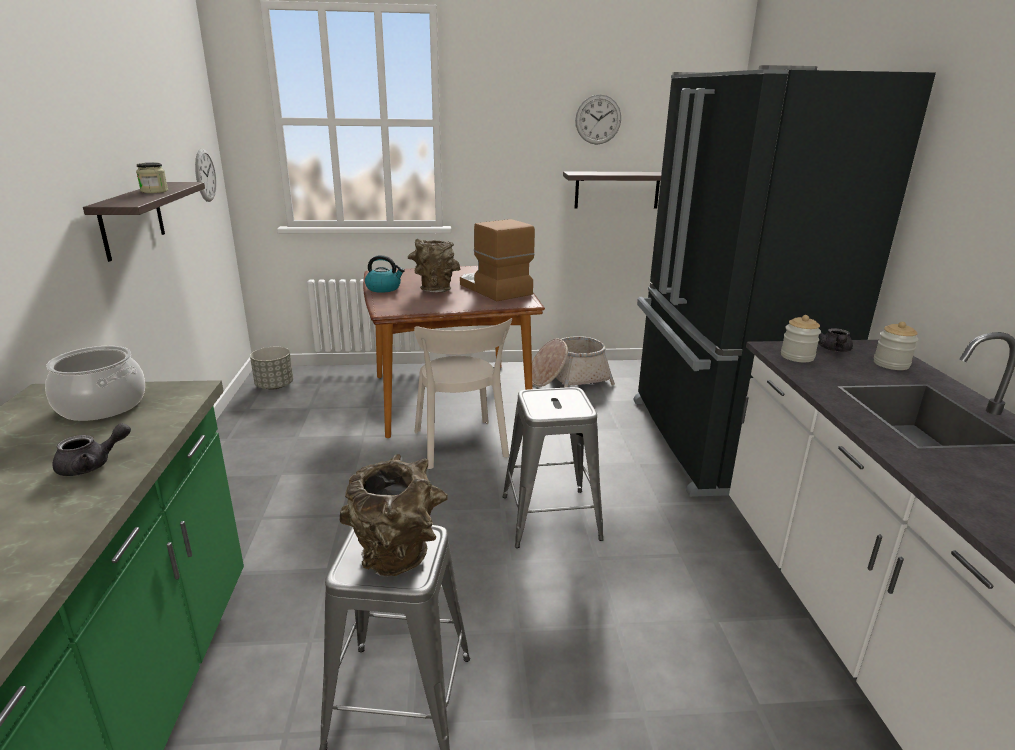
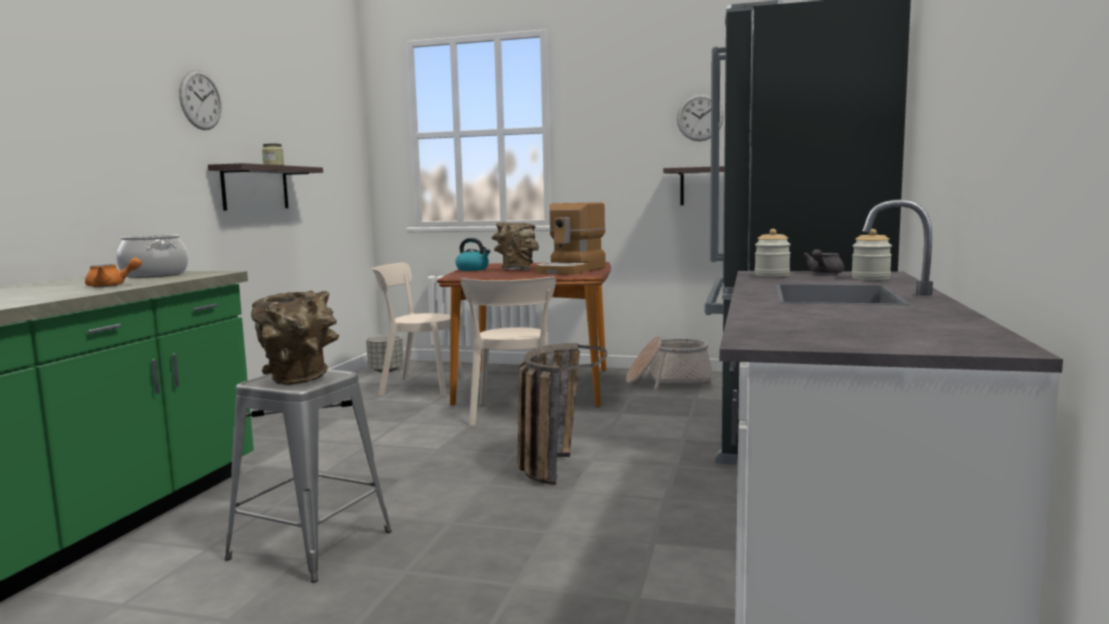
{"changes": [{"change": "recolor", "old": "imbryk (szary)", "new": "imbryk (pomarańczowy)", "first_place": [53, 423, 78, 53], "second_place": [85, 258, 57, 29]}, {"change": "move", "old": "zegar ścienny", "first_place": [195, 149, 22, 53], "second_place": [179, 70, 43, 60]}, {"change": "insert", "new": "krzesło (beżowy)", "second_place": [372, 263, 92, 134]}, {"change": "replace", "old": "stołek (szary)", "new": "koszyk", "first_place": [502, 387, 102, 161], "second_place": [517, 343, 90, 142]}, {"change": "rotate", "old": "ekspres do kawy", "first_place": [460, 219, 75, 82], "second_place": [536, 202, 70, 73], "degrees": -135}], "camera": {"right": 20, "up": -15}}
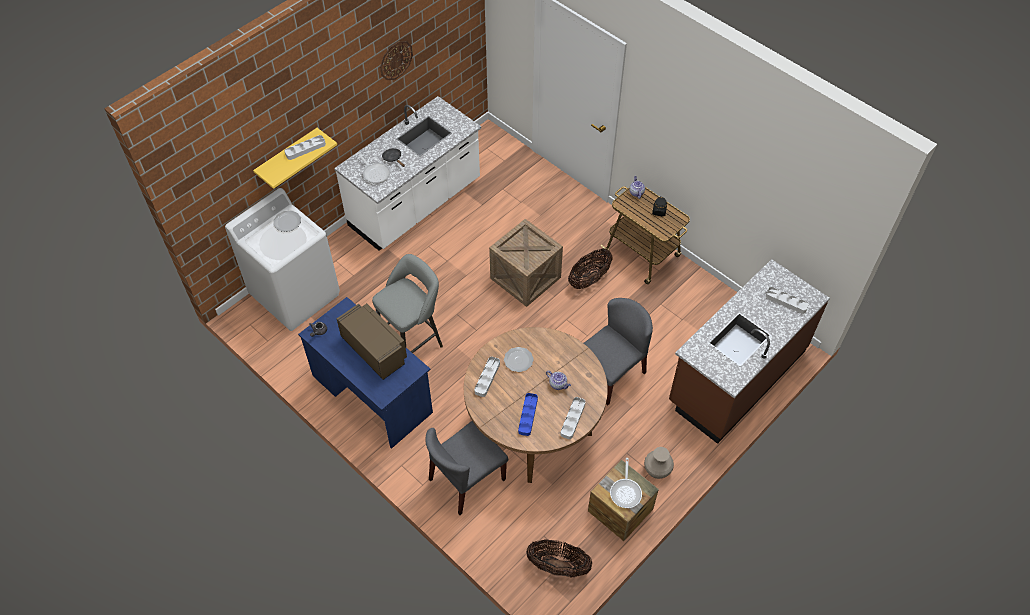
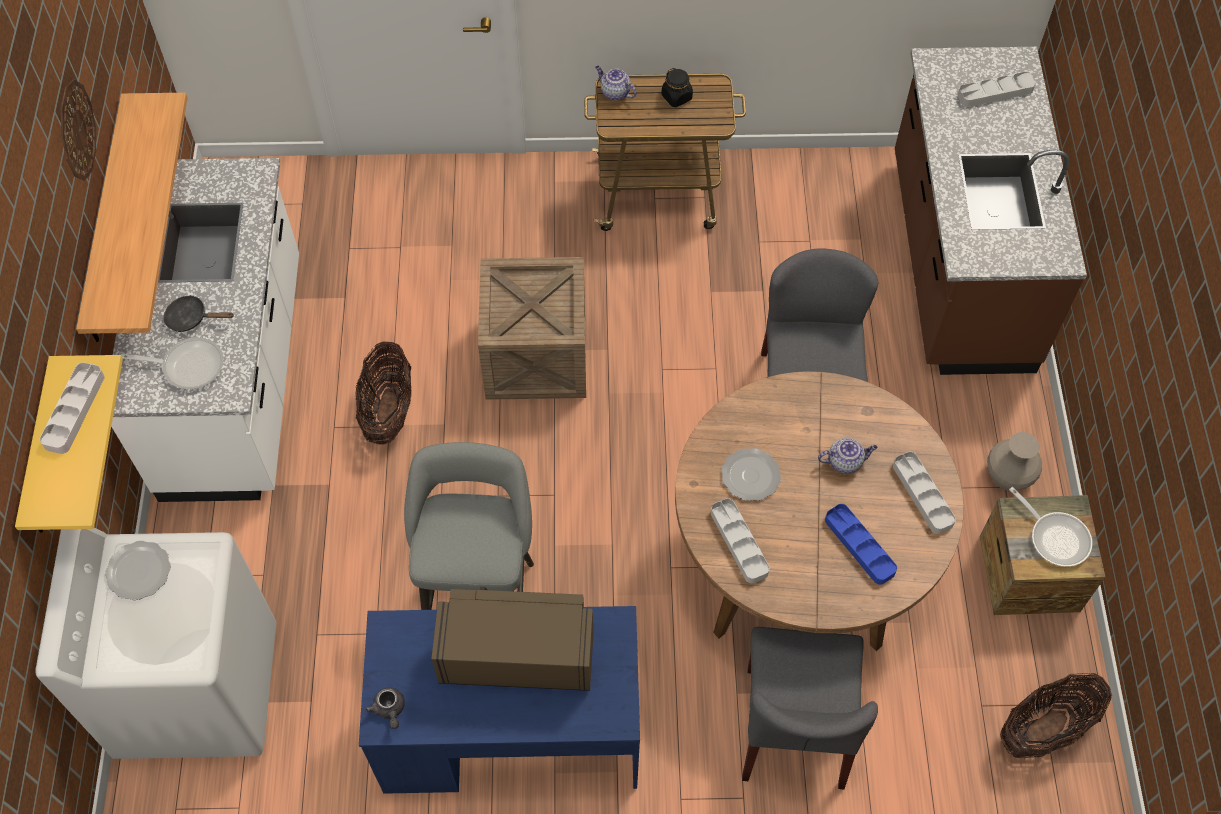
{"changes": [{"change": "insert", "new": "półka", "second_place": [76, 93, 112, 249]}, {"change": "move", "old": "koszyk", "first_place": [568, 249, 45, 40], "second_place": [355, 341, 56, 104]}], "camera": {"right": -45, "up": 5}}
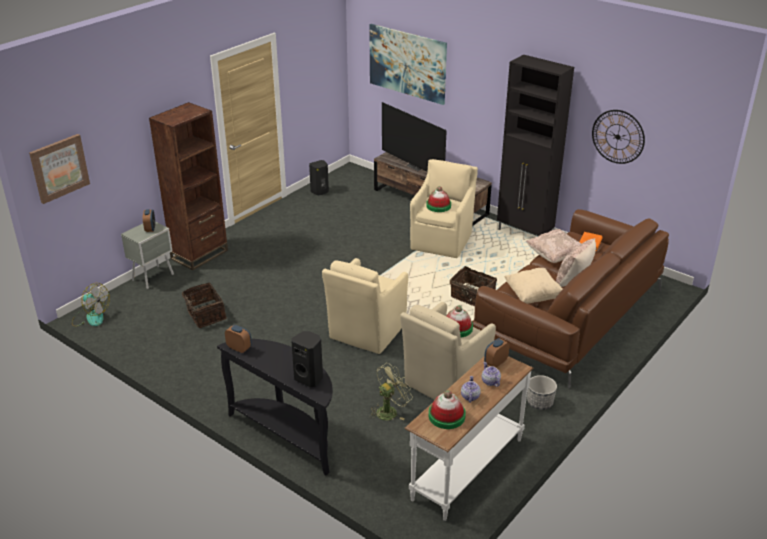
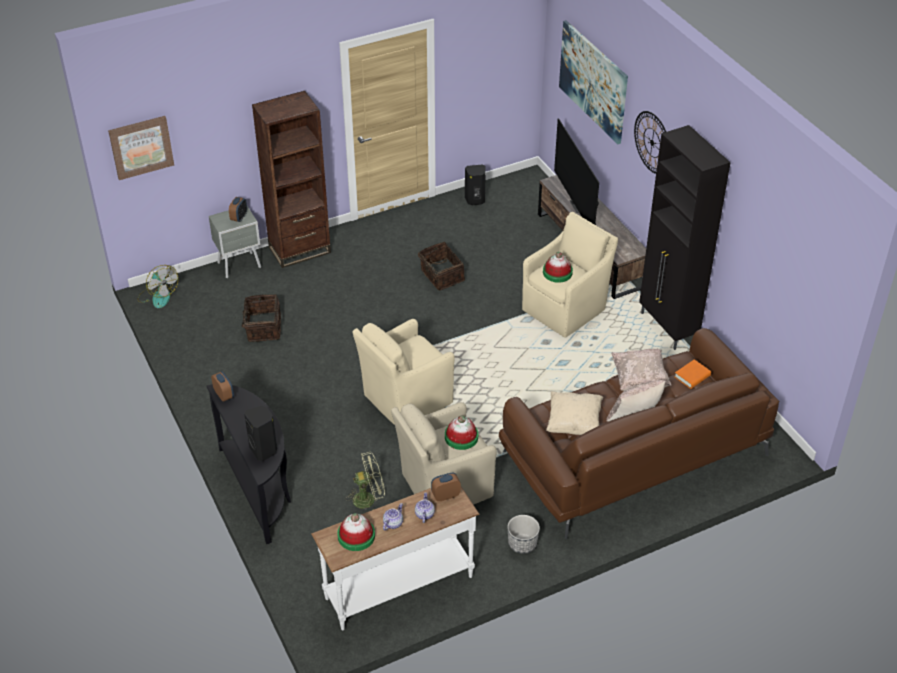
{"changes": [{"change": "move", "old": "koszyk", "first_place": [450, 266, 47, 41], "second_place": [418, 242, 47, 48]}, {"change": "move", "old": "zegar ścienny", "first_place": [592, 110, 53, 54], "second_place": [634, 111, 32, 63]}], "camera": {"right": 25, "up": 10}}
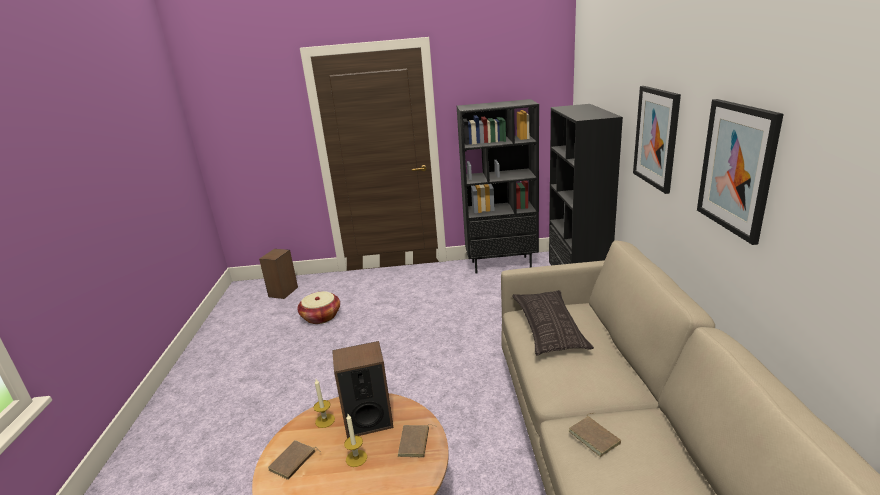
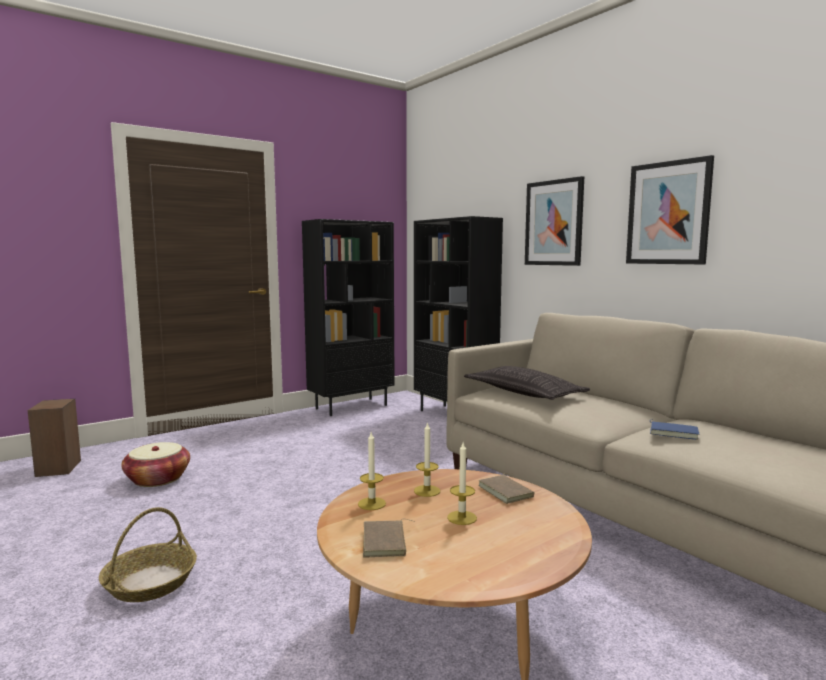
{"changes": [{"change": "insert", "new": "koszyk", "second_place": [99, 507, 98, 95]}, {"change": "replace", "old": "głośnik", "new": "świeca", "first_place": [332, 341, 62, 97], "second_place": [414, 422, 26, 75]}, {"change": "recolor", "old": "książka (brązowy)", "new": "książka (niebieski)", "first_place": [569, 413, 52, 44], "second_place": [650, 420, 49, 20]}], "camera": {"right": -35, "up": -15}}
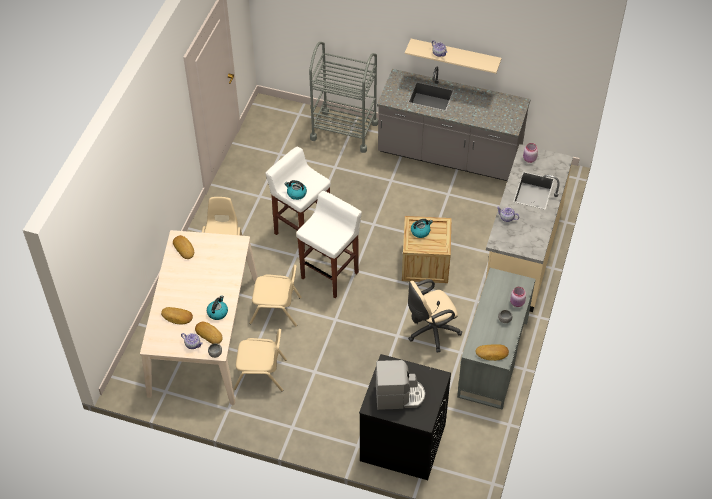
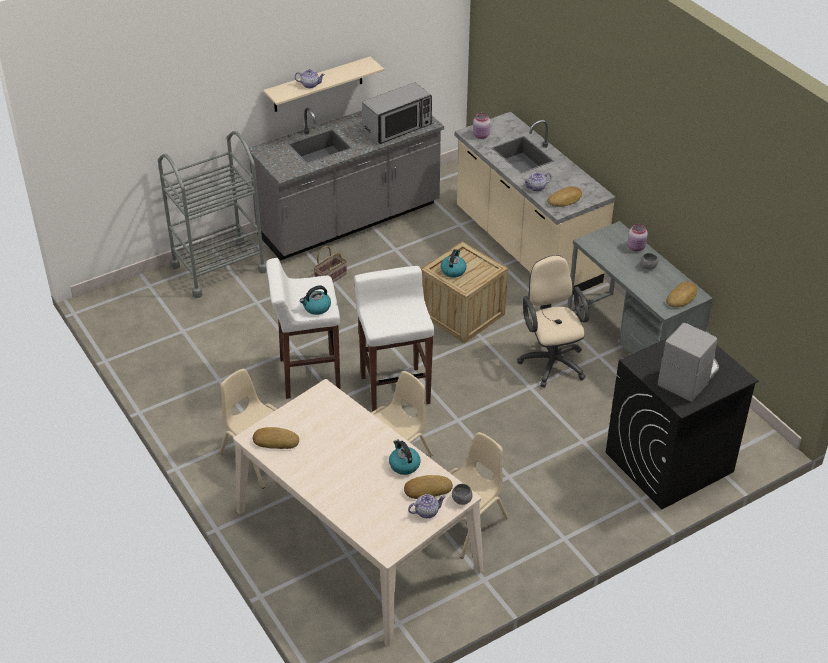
{"changes": [{"change": "insert", "new": "koszyk", "second_place": [313, 246, 34, 37]}, {"change": "insert", "new": "mikrofalówka", "second_place": [362, 82, 70, 62]}, {"change": "rotate", "old": "krzesło biurowe (beżowy)", "first_place": [408, 279, 54, 74], "second_place": [517, 255, 72, 133], "degrees": 150}, {"change": "move", "old": "chleb", "first_place": [161, 307, 32, 18], "second_place": [547, 186, 35, 21]}], "camera": {"right": -50, "up": -10}}
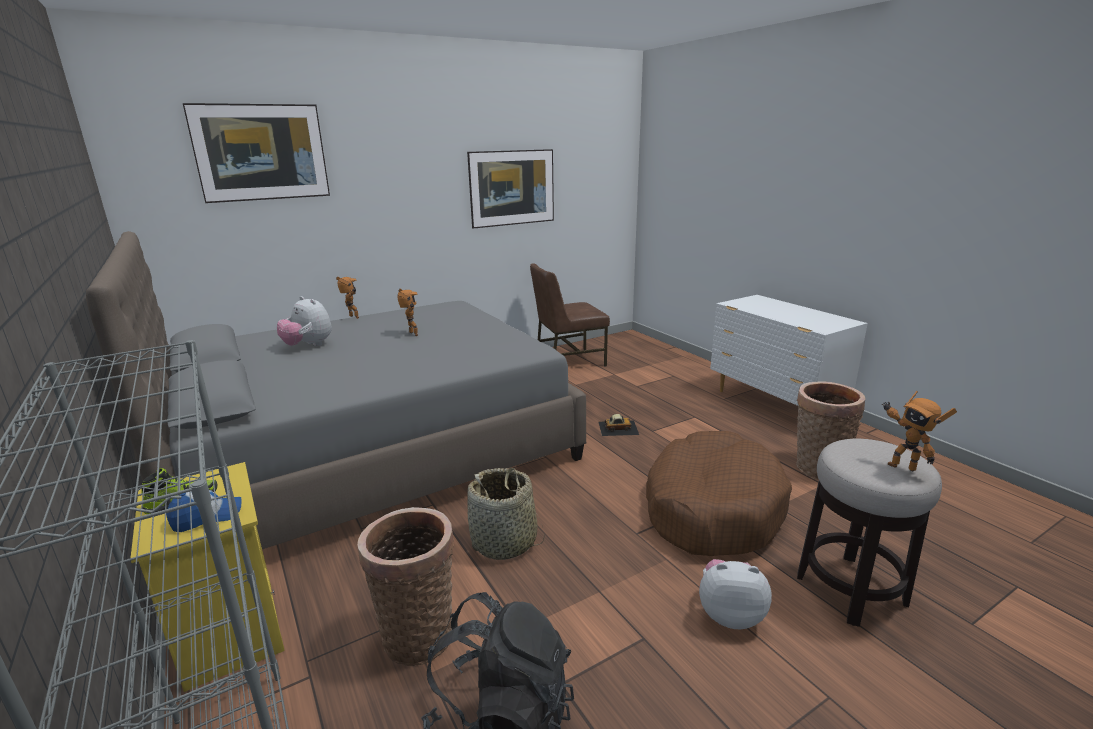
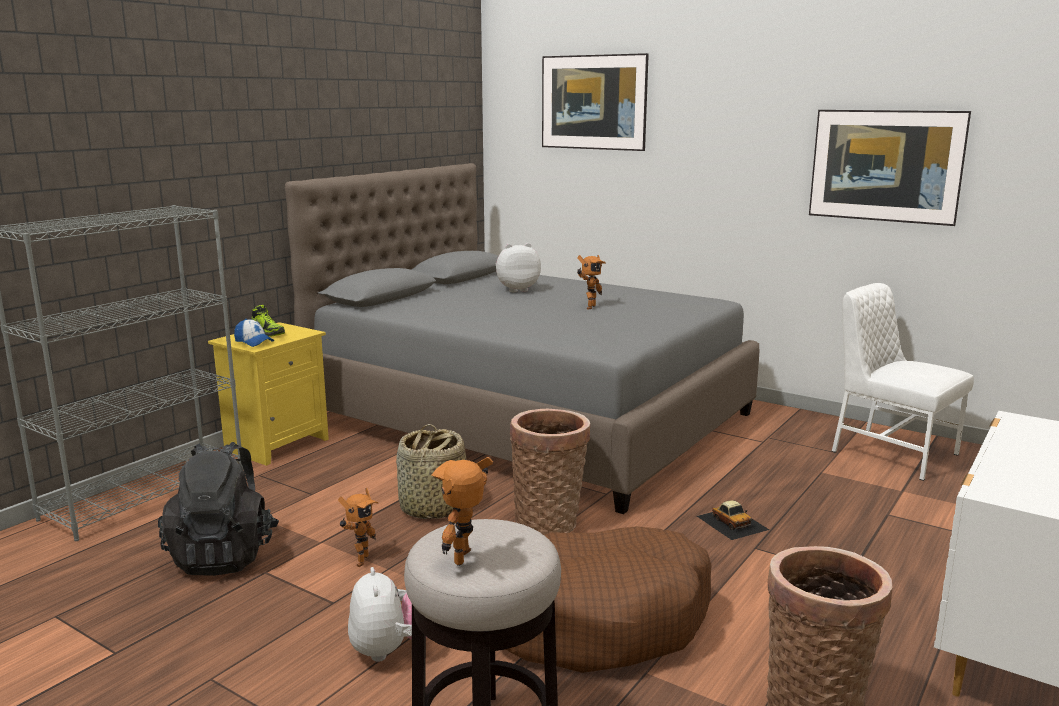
{"changes": [{"change": "move", "old": "robot zabawkowy", "first_place": [336, 277, 23, 42], "second_place": [338, 488, 40, 79]}, {"change": "rotate", "old": "pluszak", "first_place": [277, 296, 55, 50], "second_place": [496, 243, 45, 49], "degrees": 60}, {"change": "move", "old": "koszyk", "first_place": [357, 507, 97, 159], "second_place": [510, 409, 80, 126]}, {"change": "recolor", "old": "krzesło (brązowy)", "new": "krzesło (biały)", "first_place": [530, 263, 80, 103], "second_place": [832, 283, 142, 198]}], "camera": {"right": 65, "up": -5}}
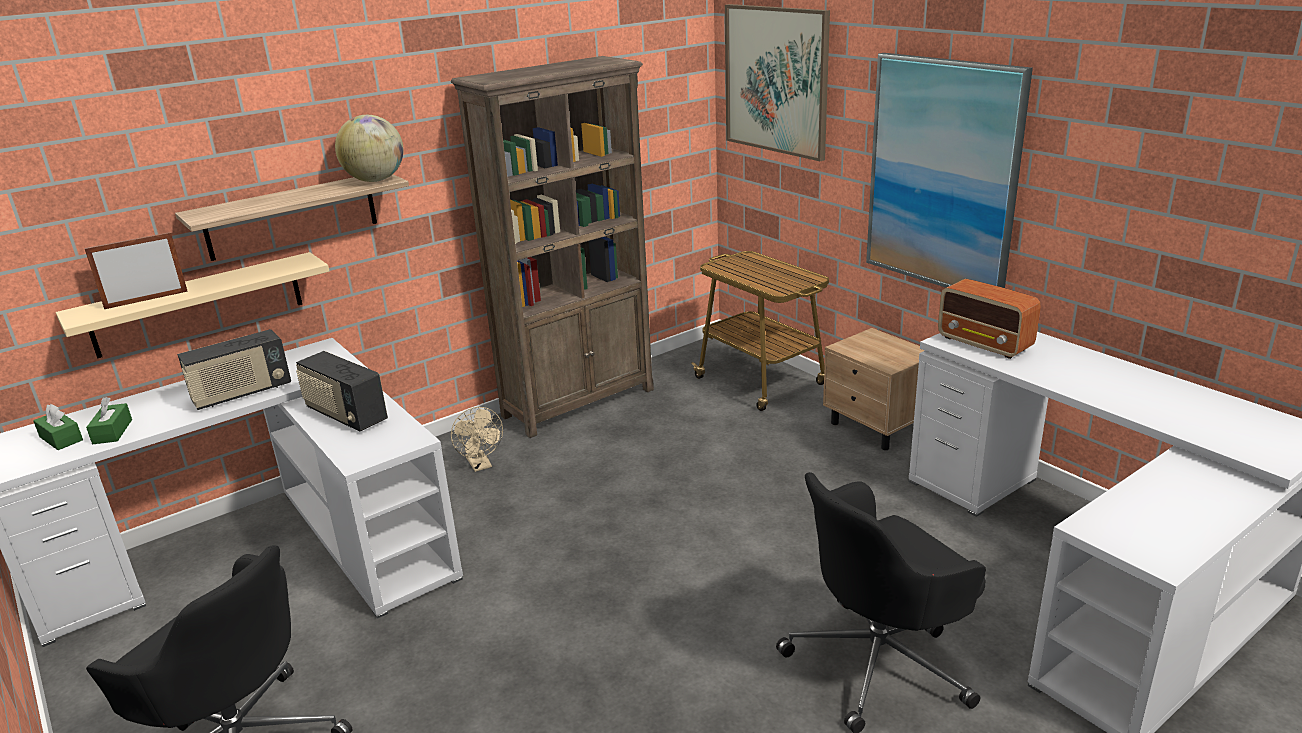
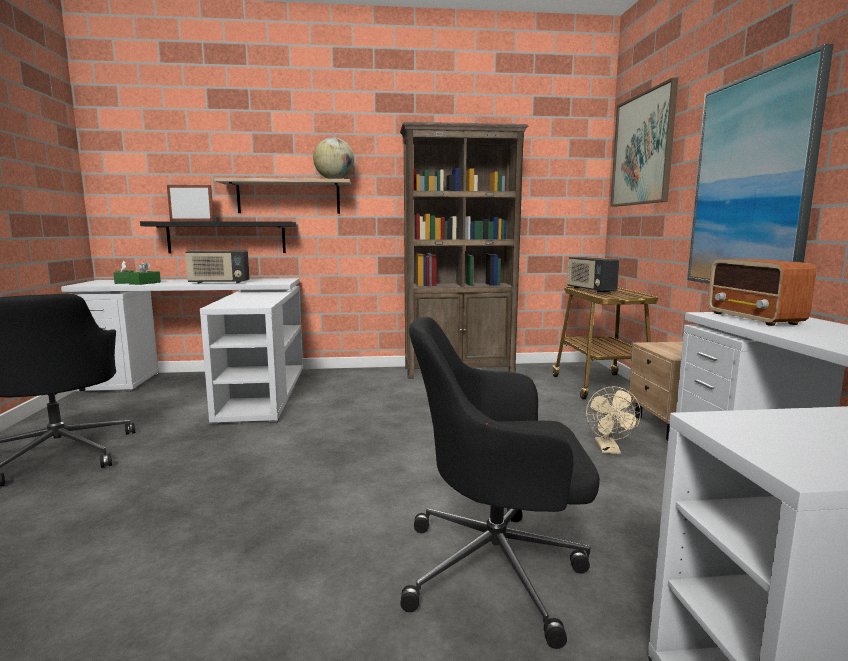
{"changes": [{"change": "recolor", "old": "półka (beżowy)", "new": "półka (czarny)", "first_place": [56, 252, 273, 106], "second_place": [140, 221, 156, 33]}, {"change": "move", "old": "radio", "first_place": [296, 351, 92, 80], "second_place": [567, 257, 53, 35]}, {"change": "move", "old": "wentylator (beżowy)", "first_place": [451, 407, 52, 65], "second_place": [586, 386, 55, 68]}], "camera": {"right": 30, "up": -15}}
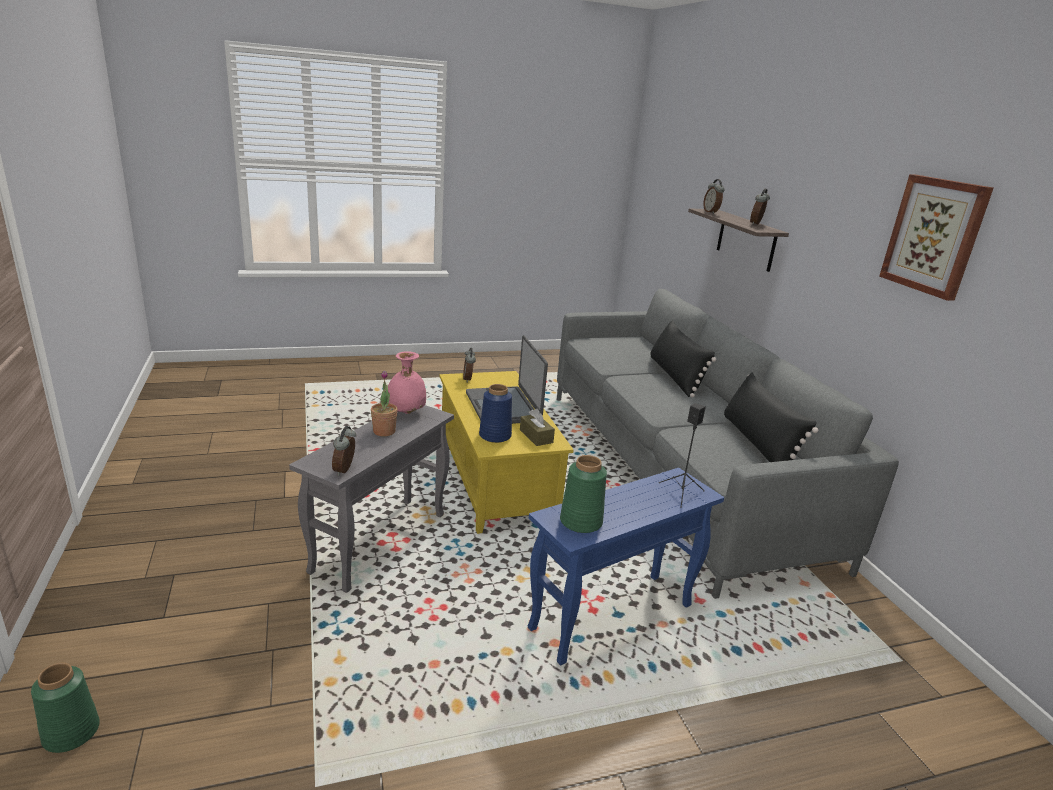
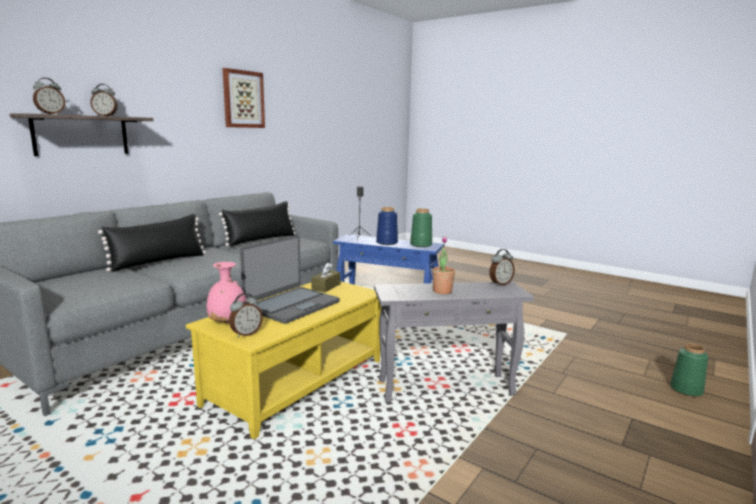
{"changes": [{"change": "move", "old": "wazon (różowy)", "first_place": [388, 352, 38, 62], "second_place": [206, 262, 41, 61]}, {"change": "move", "old": "wazon (niebieski)", "first_place": [479, 384, 33, 59], "second_place": [376, 207, 22, 38]}], "camera": {"right": -125, "up": -10}}
